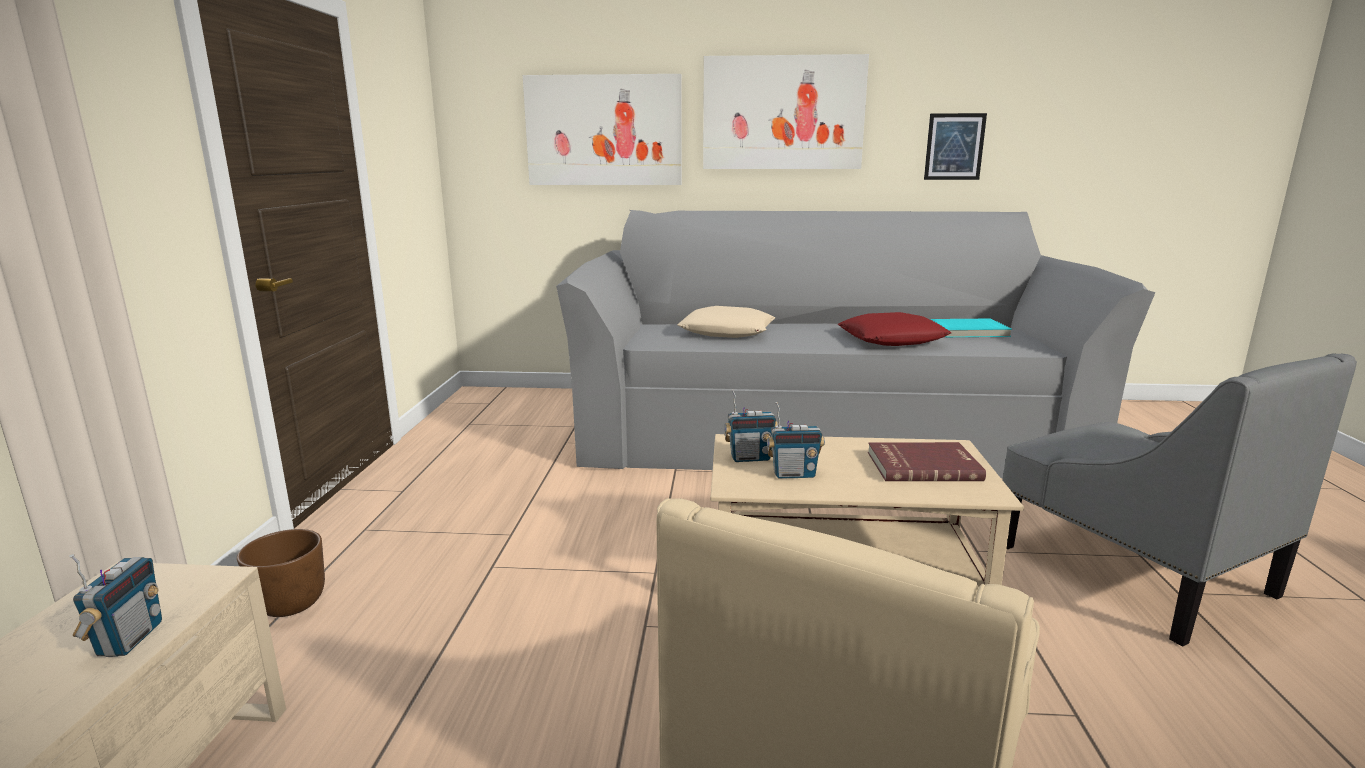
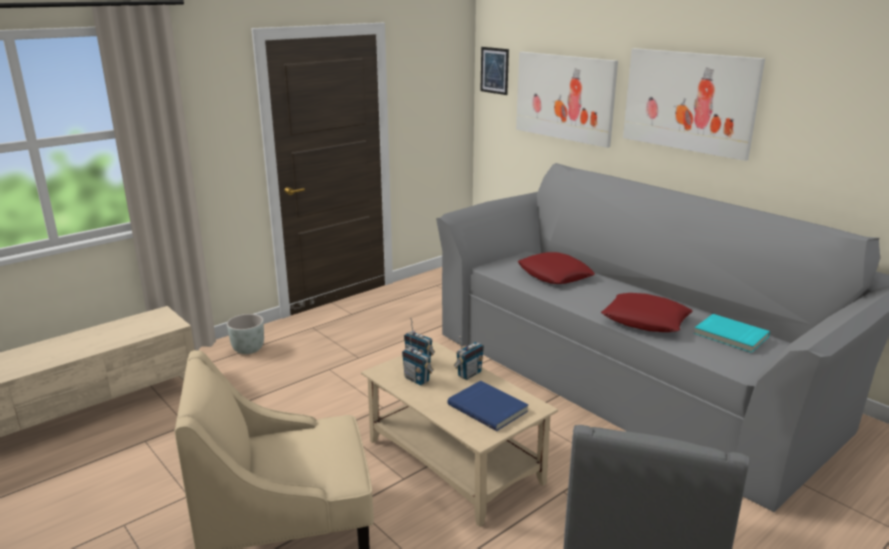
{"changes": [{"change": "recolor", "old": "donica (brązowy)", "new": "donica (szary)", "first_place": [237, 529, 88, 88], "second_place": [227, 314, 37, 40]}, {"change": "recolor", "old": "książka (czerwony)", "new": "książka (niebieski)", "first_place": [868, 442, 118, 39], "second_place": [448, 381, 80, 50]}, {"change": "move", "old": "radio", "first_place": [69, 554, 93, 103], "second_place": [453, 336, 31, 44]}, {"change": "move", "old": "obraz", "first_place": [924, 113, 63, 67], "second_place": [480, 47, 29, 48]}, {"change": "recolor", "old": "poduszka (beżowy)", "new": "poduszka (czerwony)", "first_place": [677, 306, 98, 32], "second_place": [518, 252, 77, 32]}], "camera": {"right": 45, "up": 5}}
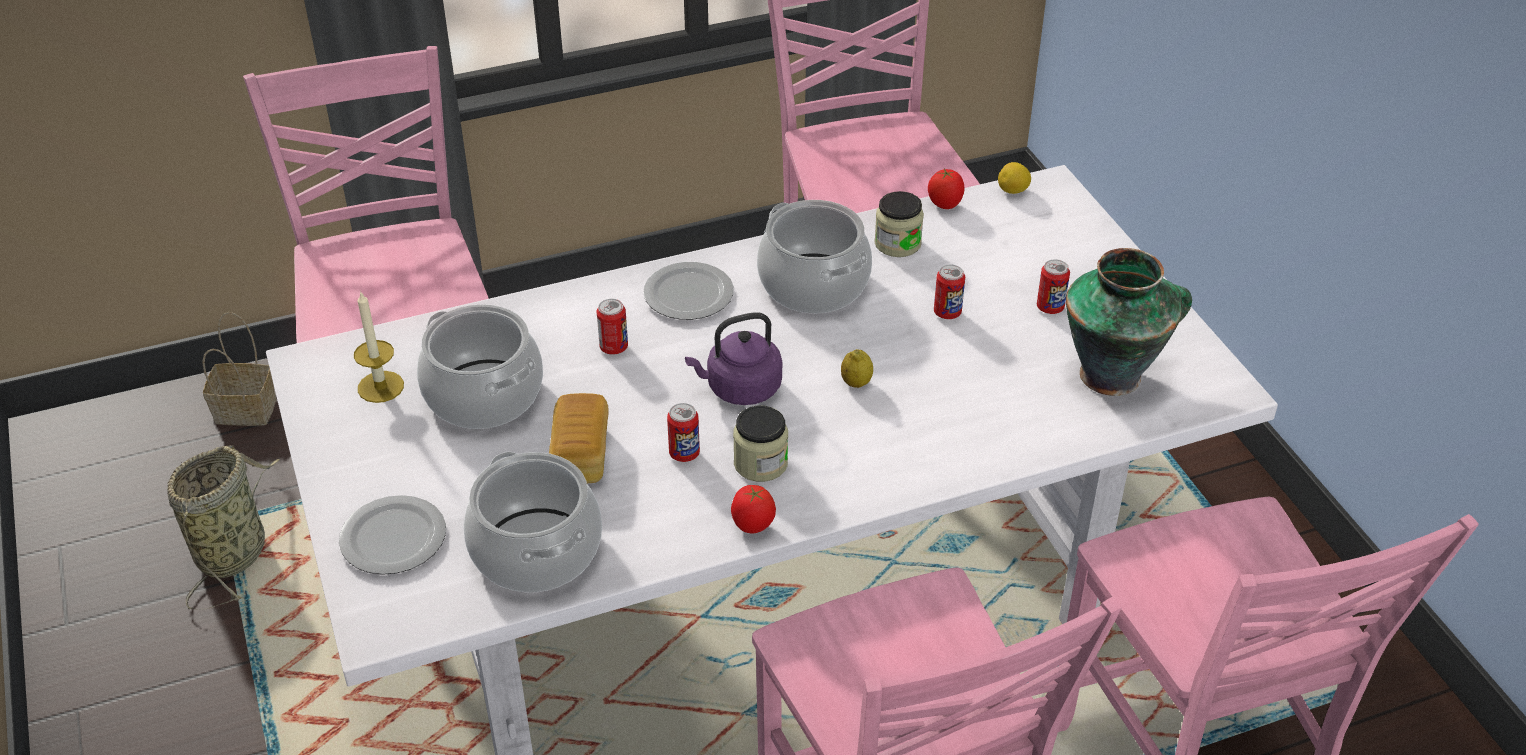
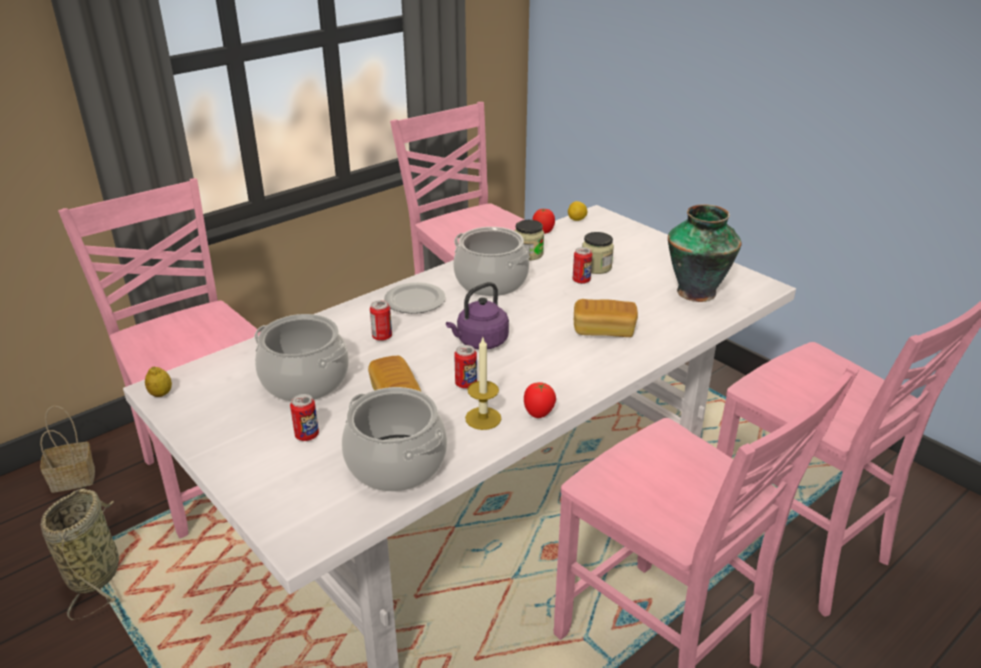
{"changes": [{"change": "move", "old": "cytryna", "first_place": [841, 349, 32, 39], "second_place": [145, 367, 27, 30]}, {"change": "move", "old": "puszka", "first_place": [1037, 259, 33, 55], "second_place": [290, 394, 29, 47]}, {"change": "move", "old": "świeca", "first_place": [354, 292, 50, 111], "second_place": [465, 338, 36, 92]}, {"change": "insert", "new": "chleb", "second_place": [574, 299, 64, 38]}, {"change": "move", "old": "słoik", "first_place": [733, 405, 55, 77], "second_place": [582, 232, 32, 42]}, {"change": "delete", "old": "talerz", "first_place": [339, 495, 107, 80]}], "camera": {"right": -20, "up": -10}}
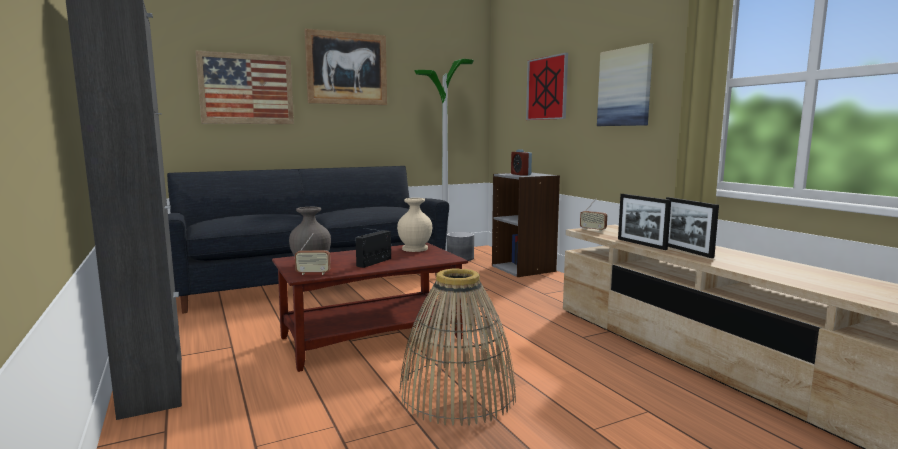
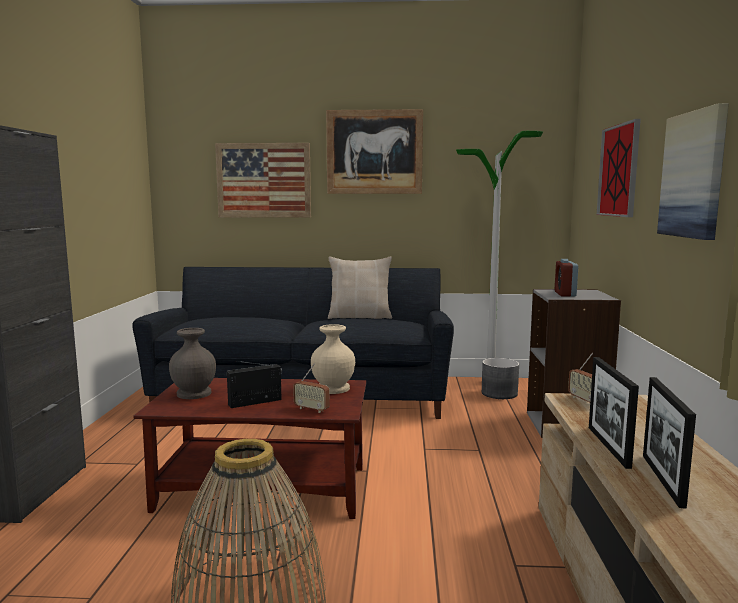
{"changes": [{"change": "move", "old": "radio", "first_place": [295, 233, 36, 42], "second_place": [293, 363, 37, 50]}, {"change": "insert", "new": "poduszka (beżowy)", "second_place": [328, 256, 64, 63]}], "camera": {"right": 30, "up": 0}}
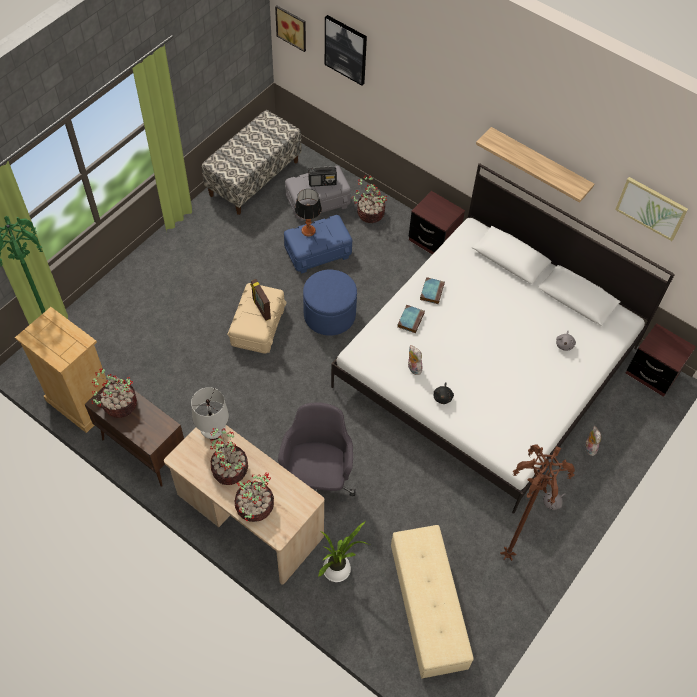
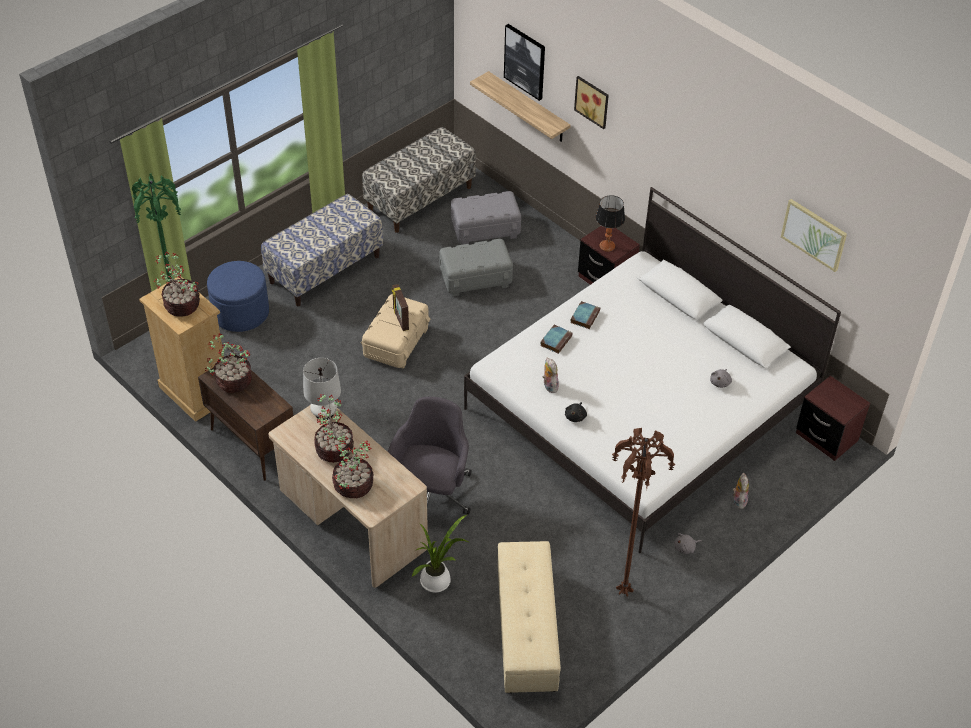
{"changes": [{"change": "move", "old": "roślina doniczkowa", "first_place": [351, 175, 36, 48], "second_place": [154, 252, 46, 65]}, {"change": "move", "old": "pufa (niebieski)", "first_place": [303, 270, 54, 66], "second_place": [207, 261, 62, 71]}, {"change": "insert", "new": "ławka", "second_place": [261, 194, 122, 112]}, {"change": "recolor", "old": "pojemnik do przechowywania (niebieski)", "new": "pojemnik do przechowywania (szary)", "first_place": [284, 215, 68, 59], "second_place": [439, 239, 74, 58]}, {"change": "move", "old": "półka", "first_place": [476, 127, 118, 76], "second_place": [470, 71, 101, 71]}, {"change": "move", "old": "obraz", "first_place": [275, 6, 31, 46], "second_place": [574, 76, 35, 53]}, {"change": "move", "old": "lampa stołowa", "first_place": [295, 189, 27, 48], "second_place": [595, 195, 30, 57]}, {"change": "delete", "old": "radio", "first_place": [308, 166, 29, 21]}], "camera": {"right": 10, "up": -10}}
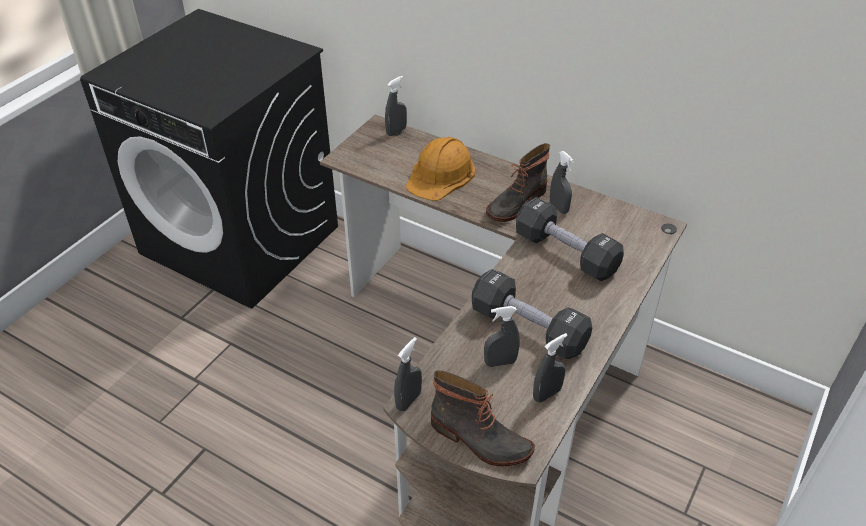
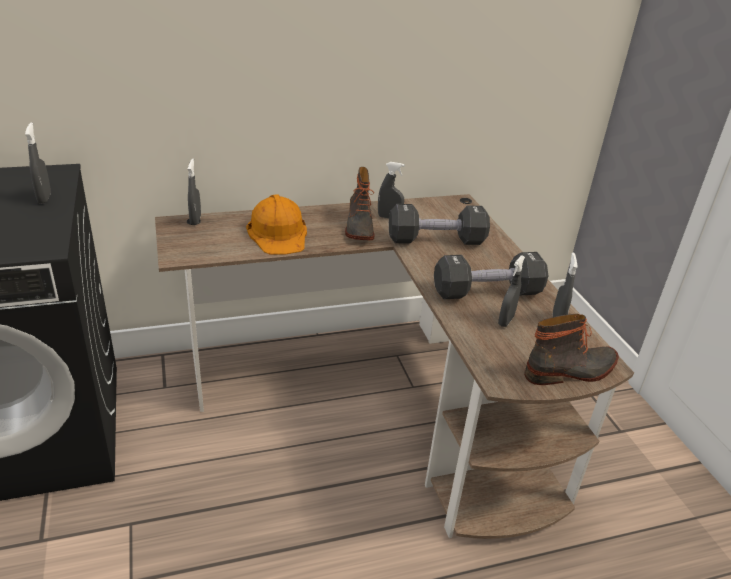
{"changes": [{"change": "move", "old": "spryskiwacz (szary)", "first_place": [394, 337, 28, 74], "second_place": [25, 122, 26, 82]}], "camera": {"right": -50, "up": -10}}
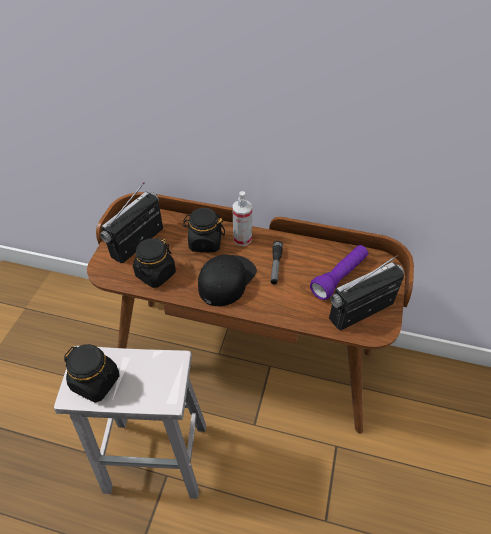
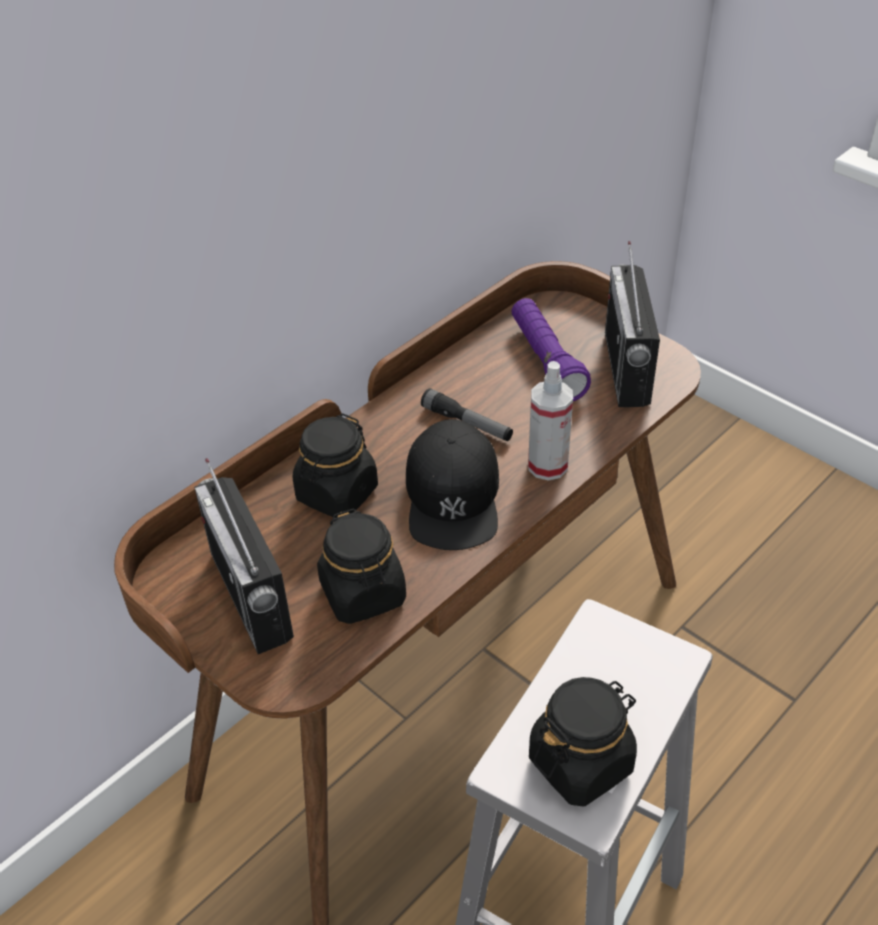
{"changes": [{"change": "rotate", "old": "czapka z daszkiem (czarny)", "first_place": [198, 255, 59, 51], "second_place": [406, 419, 93, 131], "degrees": -150}, {"change": "move", "old": "spryskiwacz", "first_place": [232, 191, 20, 55], "second_place": [528, 361, 45, 120]}], "camera": {"right": -60, "up": -5}}
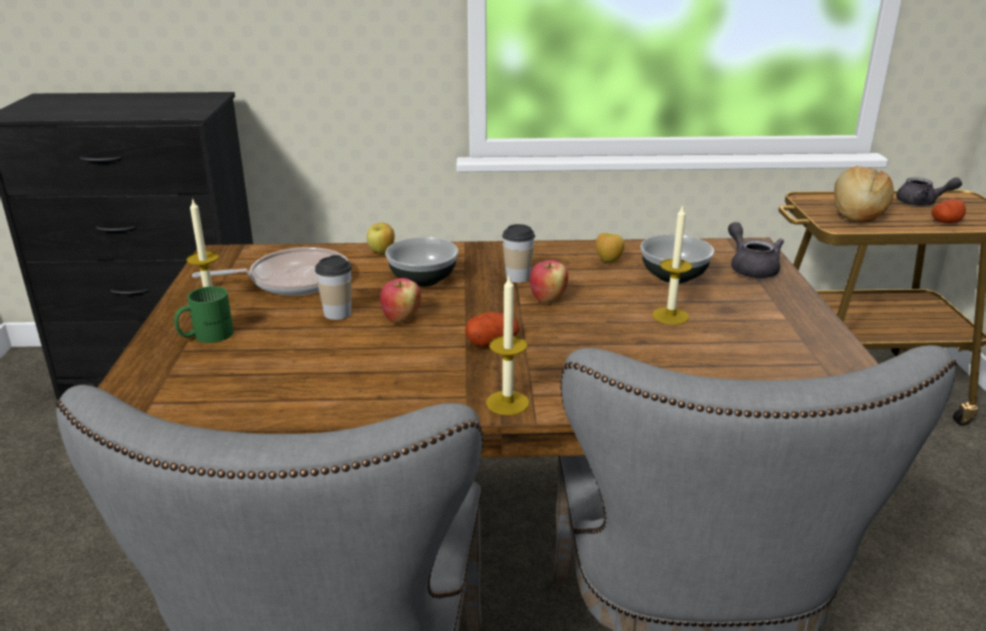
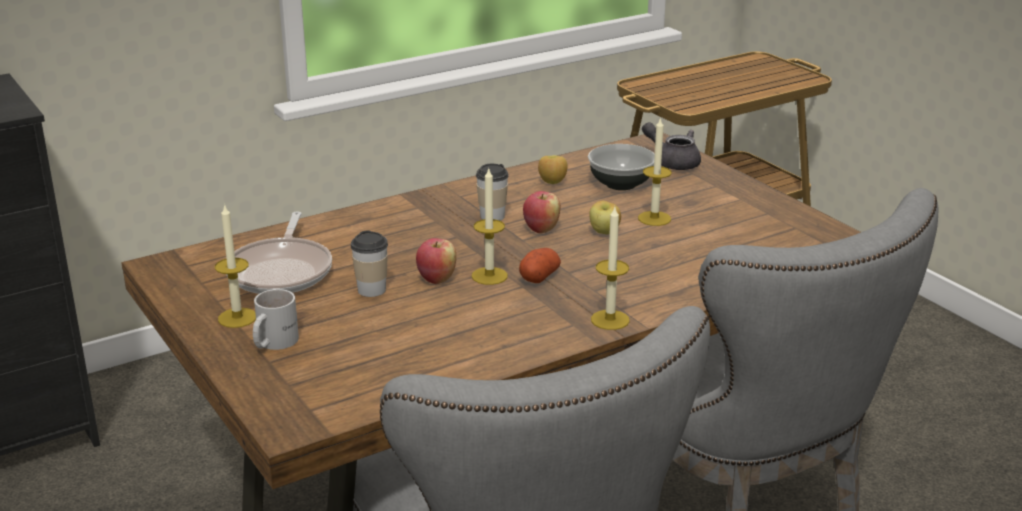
{"changes": [{"change": "rotate", "old": "patelnia", "first_place": [192, 247, 156, 48], "second_place": [226, 211, 106, 83], "degrees": 135}, {"change": "recolor", "old": "kubek (zielony)", "new": "kubek (biały)", "first_place": [174, 286, 60, 57], "second_place": [253, 289, 46, 61]}, {"change": "insert", "new": "świeca", "second_place": [472, 167, 36, 118]}, {"change": "move", "old": "jabłko", "first_place": [367, 222, 28, 32], "second_place": [589, 201, 32, 34]}, {"change": "delete", "old": "miska", "first_place": [385, 237, 74, 50]}, {"change": "delete", "old": "chleb", "first_place": [834, 166, 60, 56]}, {"change": "delete", "old": "imbryk (szary)", "first_place": [896, 177, 66, 29]}, {"change": "delete", "old": "ziemniak", "first_place": [932, 198, 34, 25]}], "camera": {"right": -30, "up": 0}}
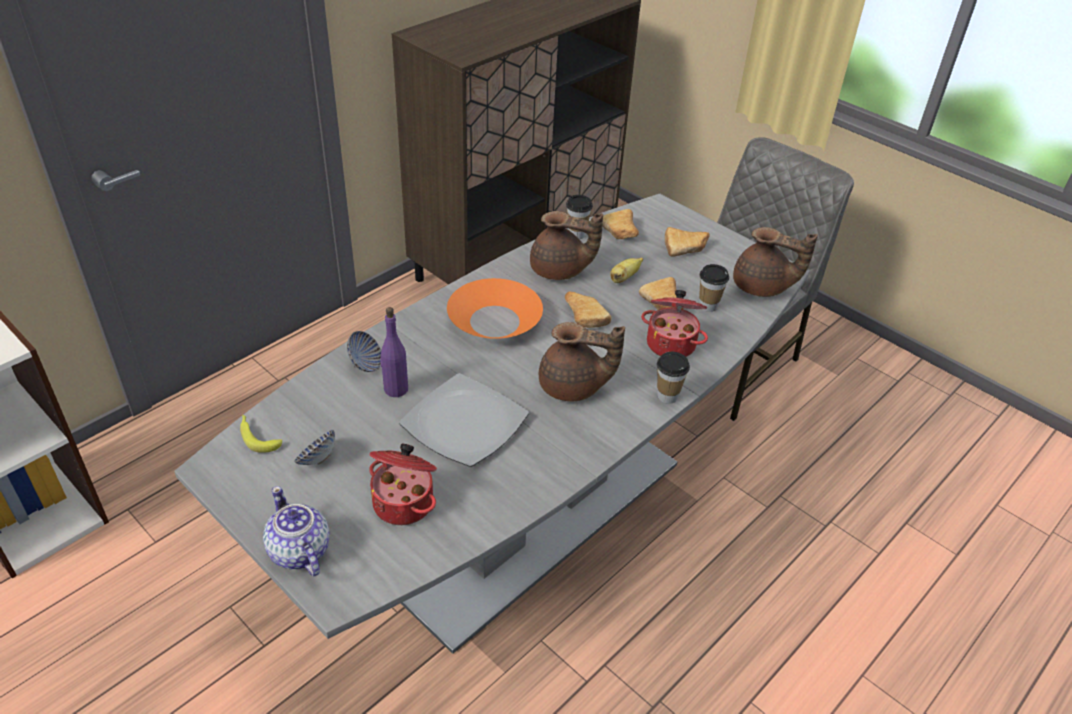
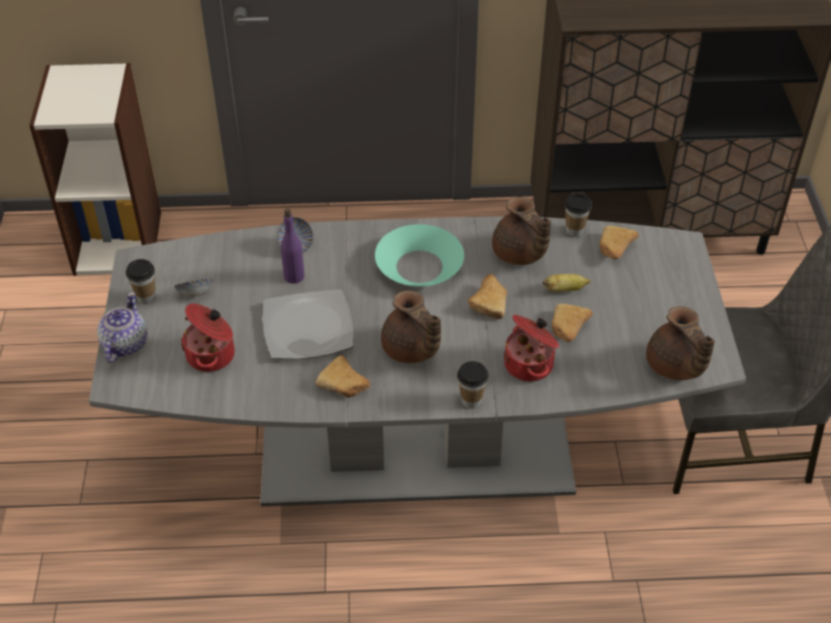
{"changes": [{"change": "move", "old": "filiżanka", "first_place": [699, 264, 30, 48], "second_place": [126, 259, 30, 45]}, {"change": "move", "old": "chleb", "first_place": [665, 227, 45, 30], "second_place": [315, 355, 56, 43]}, {"change": "recolor", "old": "miska (pomarańczowy)", "new": "miska (turkusowy)", "first_place": [447, 278, 96, 61], "second_place": [375, 224, 89, 62]}, {"change": "delete", "old": "banan", "first_place": [240, 415, 42, 38]}], "camera": {"right": 45, "up": 5}}
